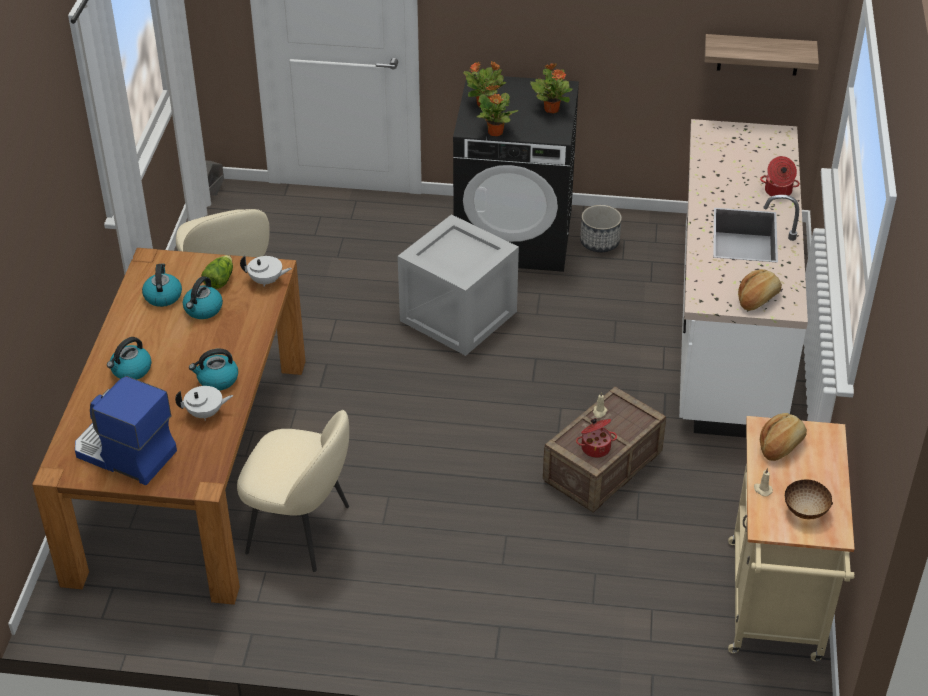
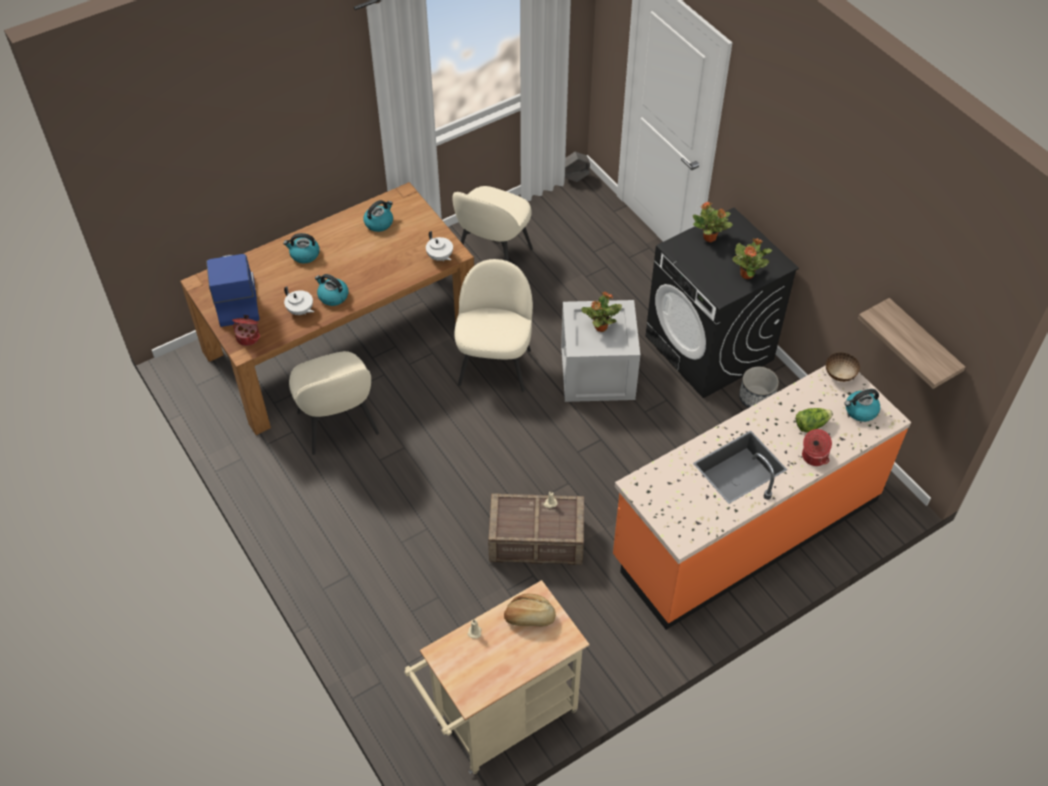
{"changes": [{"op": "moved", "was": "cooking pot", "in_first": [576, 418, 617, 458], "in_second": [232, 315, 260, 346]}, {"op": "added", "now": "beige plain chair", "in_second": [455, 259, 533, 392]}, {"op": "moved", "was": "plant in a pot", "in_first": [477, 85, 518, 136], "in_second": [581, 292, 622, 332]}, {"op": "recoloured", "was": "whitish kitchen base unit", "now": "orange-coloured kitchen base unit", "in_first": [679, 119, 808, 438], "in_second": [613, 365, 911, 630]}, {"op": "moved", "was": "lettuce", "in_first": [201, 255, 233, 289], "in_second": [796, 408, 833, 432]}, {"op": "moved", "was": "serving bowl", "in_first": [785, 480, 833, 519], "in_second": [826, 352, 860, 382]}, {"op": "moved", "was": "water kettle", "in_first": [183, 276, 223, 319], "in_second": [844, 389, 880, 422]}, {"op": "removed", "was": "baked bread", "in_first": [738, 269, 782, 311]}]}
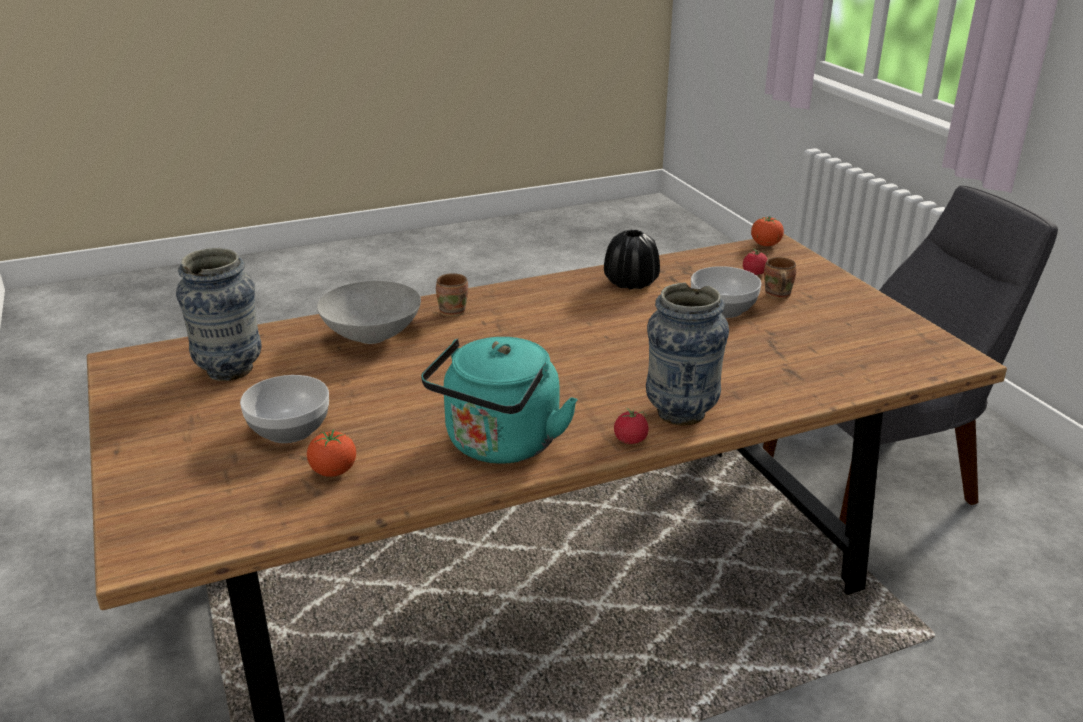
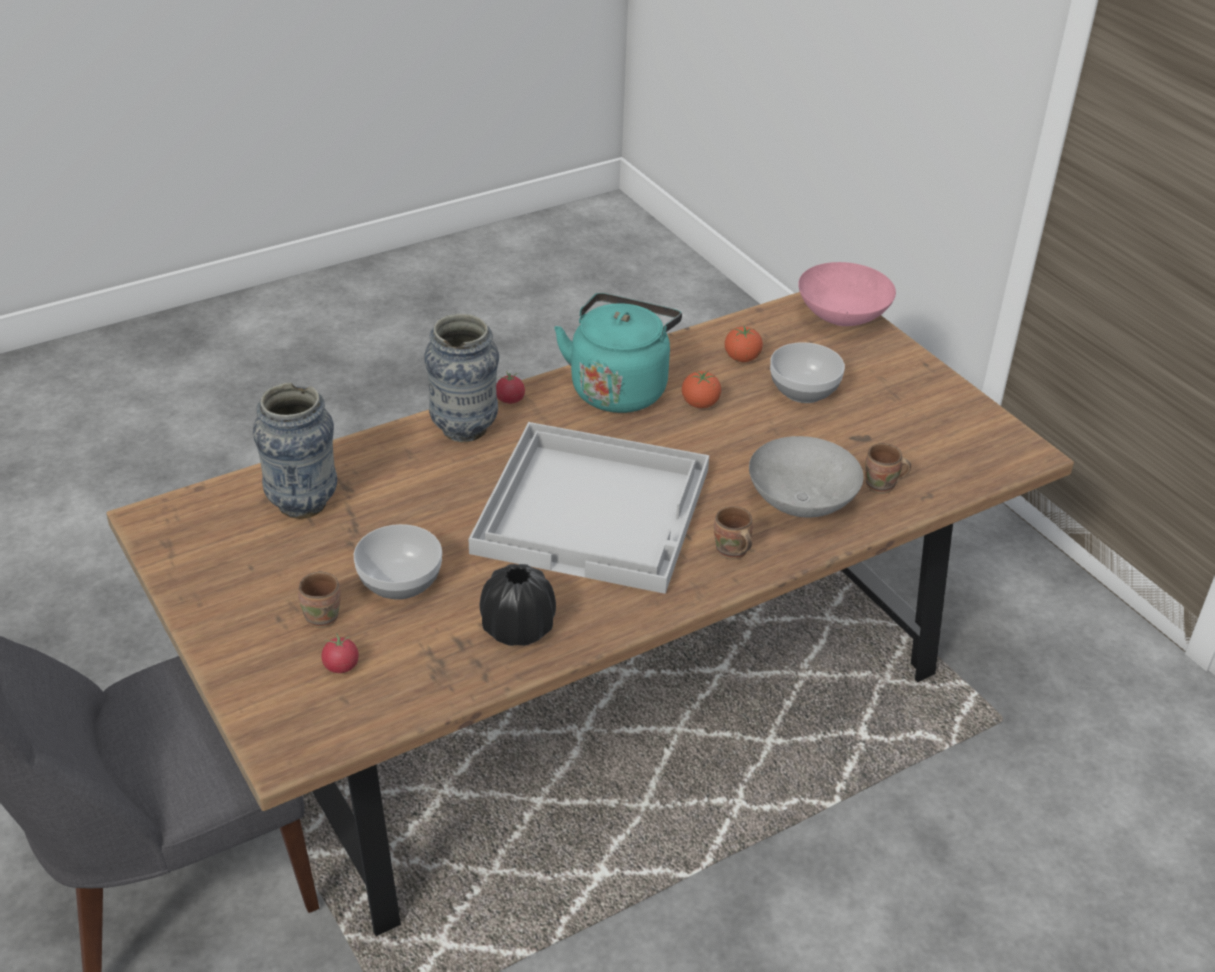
{"changes": [{"op": "moved", "was": "decorative vase", "in_first": [176, 248, 262, 381], "in_second": [253, 382, 337, 519]}, {"op": "added", "now": "whitish tray", "in_second": [469, 422, 710, 594]}, {"op": "moved", "was": "fresh tomato", "in_first": [751, 216, 784, 246], "in_second": [682, 371, 721, 408]}, {"op": "added", "now": "pink-coloured serving bowl", "in_second": [798, 262, 896, 326]}, {"op": "added", "now": "brownish coffee mug", "in_second": [865, 443, 911, 494]}]}
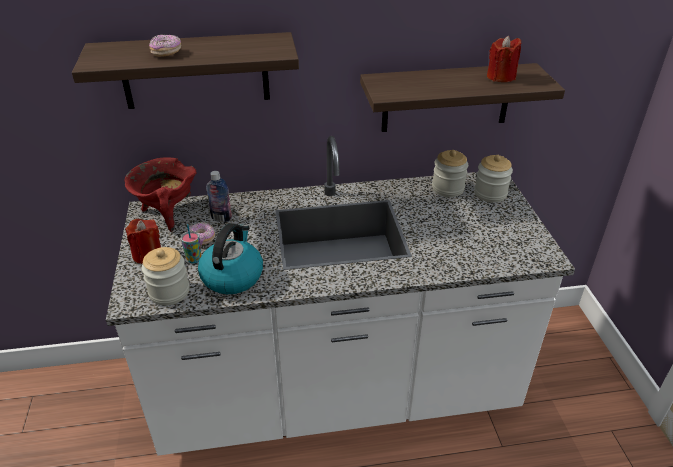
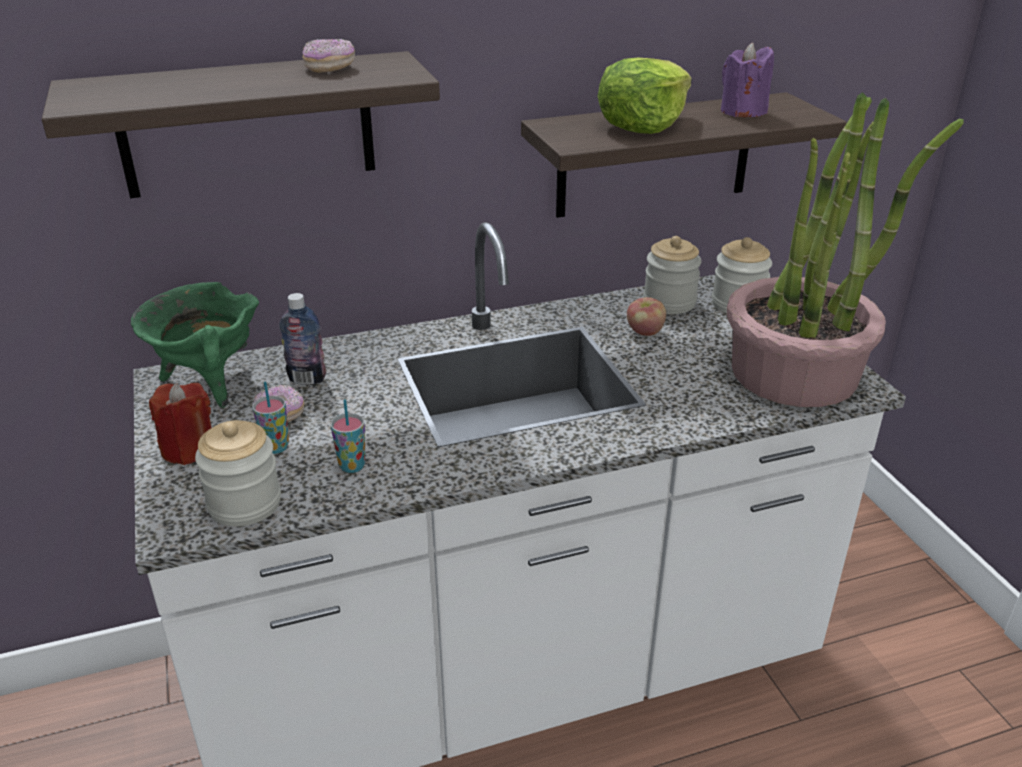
{"changes": [{"op": "recoloured", "was": "red cooking pot", "now": "green cooking pot", "in_first": [124, 157, 197, 231], "in_second": [131, 282, 259, 408]}, {"op": "moved", "was": "ring doughnut", "in_first": [149, 35, 181, 57], "in_second": [302, 39, 355, 73]}, {"op": "replaced", "was": "water kettle", "now": "drinking cup", "in_first": [198, 223, 263, 294], "in_second": [331, 399, 366, 473]}, {"op": "added", "now": "lettuce", "in_second": [597, 58, 692, 134]}, {"op": "added", "now": "apple fruit", "in_second": [627, 297, 666, 336]}, {"op": "recoloured", "was": "red wax candle", "now": "purple-coloured wax candle", "in_first": [487, 35, 521, 82], "in_second": [721, 42, 774, 117]}, {"op": "added", "now": "plant in a pot", "in_second": [727, 92, 964, 407]}]}
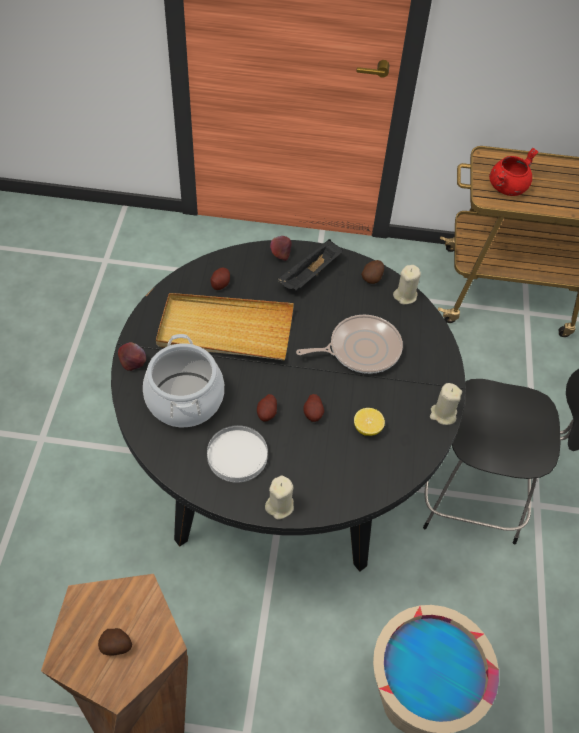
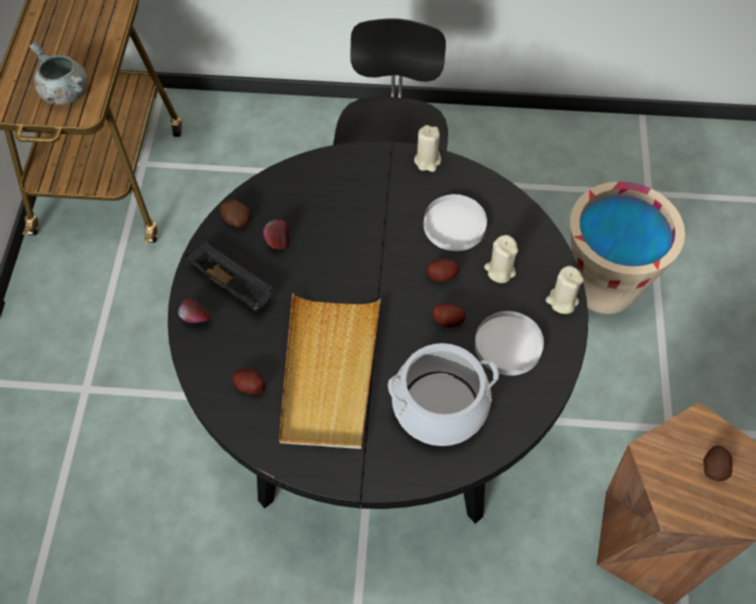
{"changes": [{"op": "recoloured", "was": "red cooking pot", "now": "gray cooking pot", "in_first": [489, 148, 538, 196], "in_second": [29, 42, 88, 105]}, {"op": "moved", "was": "apple fruit", "in_first": [118, 342, 146, 371], "in_second": [263, 219, 289, 249]}, {"op": "replaced", "was": "whole lemon", "now": "whitish plate", "in_first": [354, 408, 385, 436], "in_second": [424, 194, 487, 251]}, {"op": "moved", "was": "beige wax candle", "in_first": [393, 265, 421, 304], "in_second": [484, 235, 518, 283]}, {"op": "removed", "was": "pan", "in_first": [296, 315, 403, 374]}]}
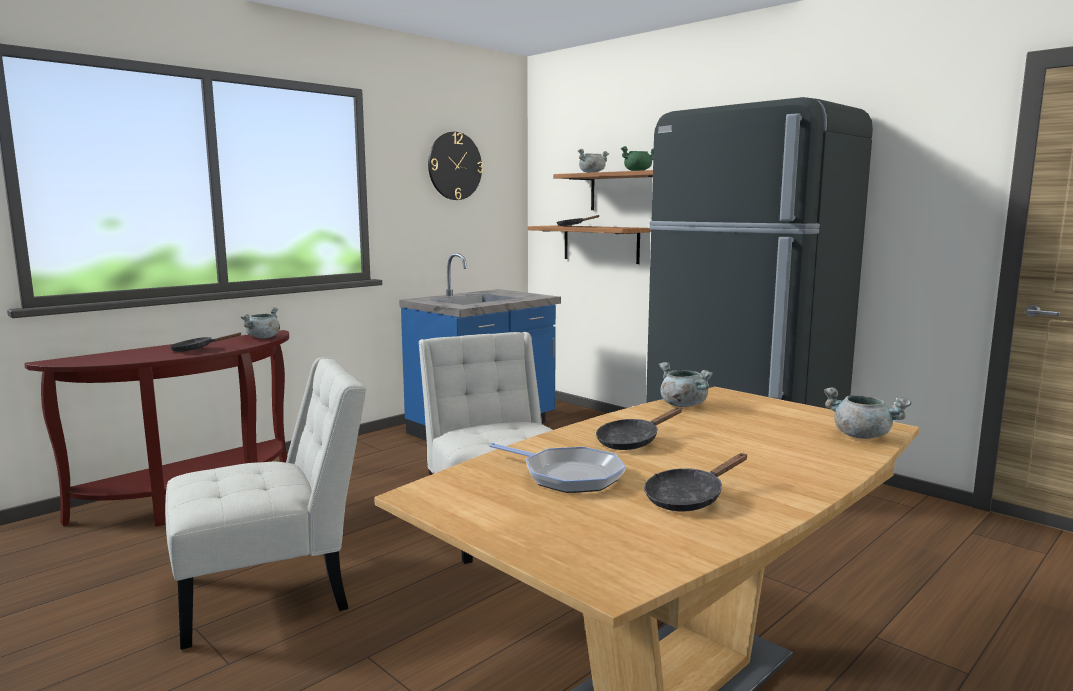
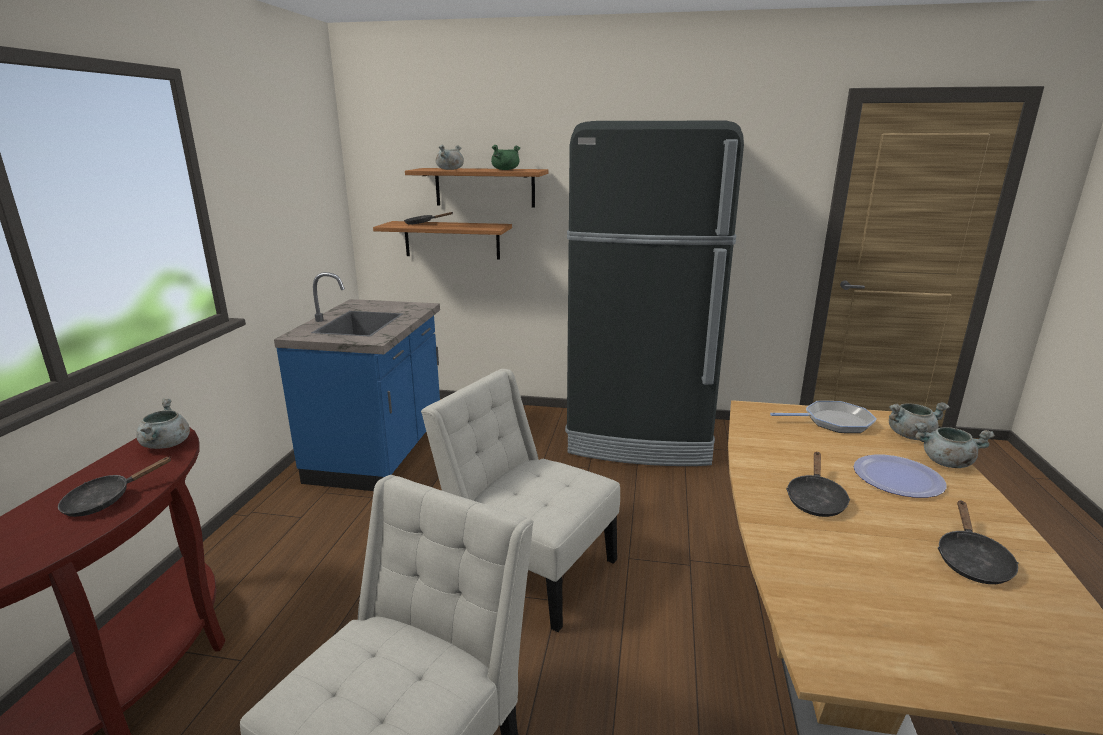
{"changes": [{"op": "moved", "was": "pan", "in_first": [489, 443, 626, 493], "in_second": [770, 401, 876, 433]}, {"op": "added", "now": "plate", "in_second": [854, 455, 946, 498]}, {"op": "moved", "was": "gray cooking pot", "in_first": [659, 362, 713, 407], "in_second": [914, 423, 995, 468]}, {"op": "removed", "was": "hanging clock", "in_first": [428, 132, 483, 200]}]}
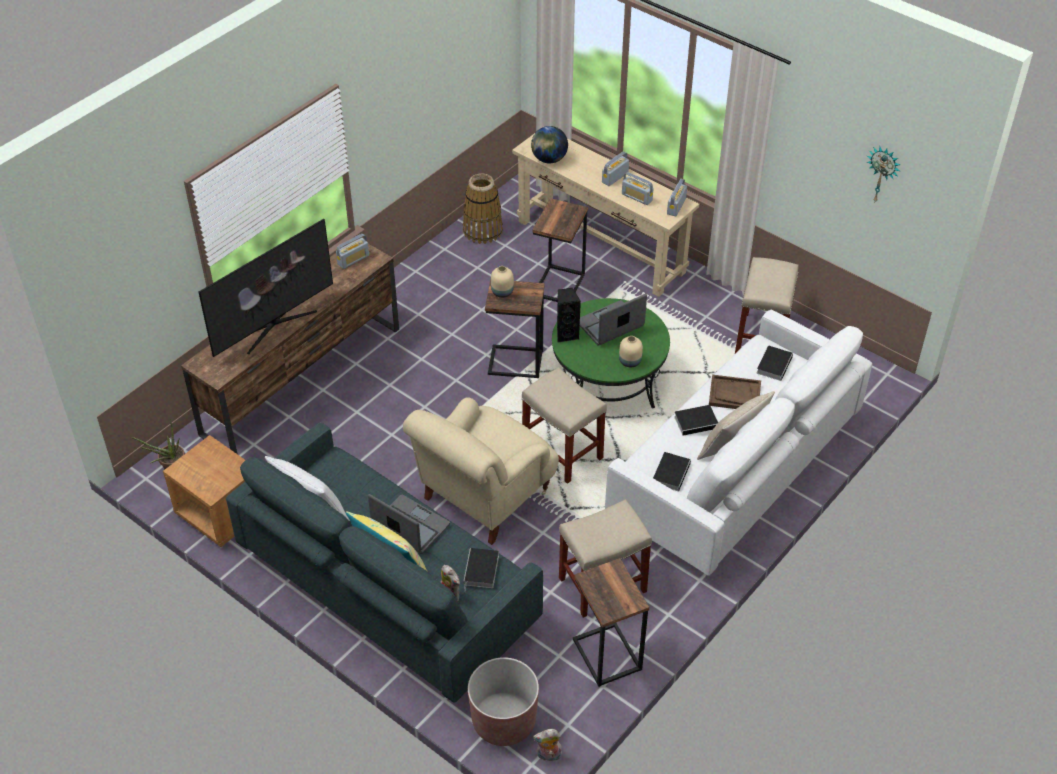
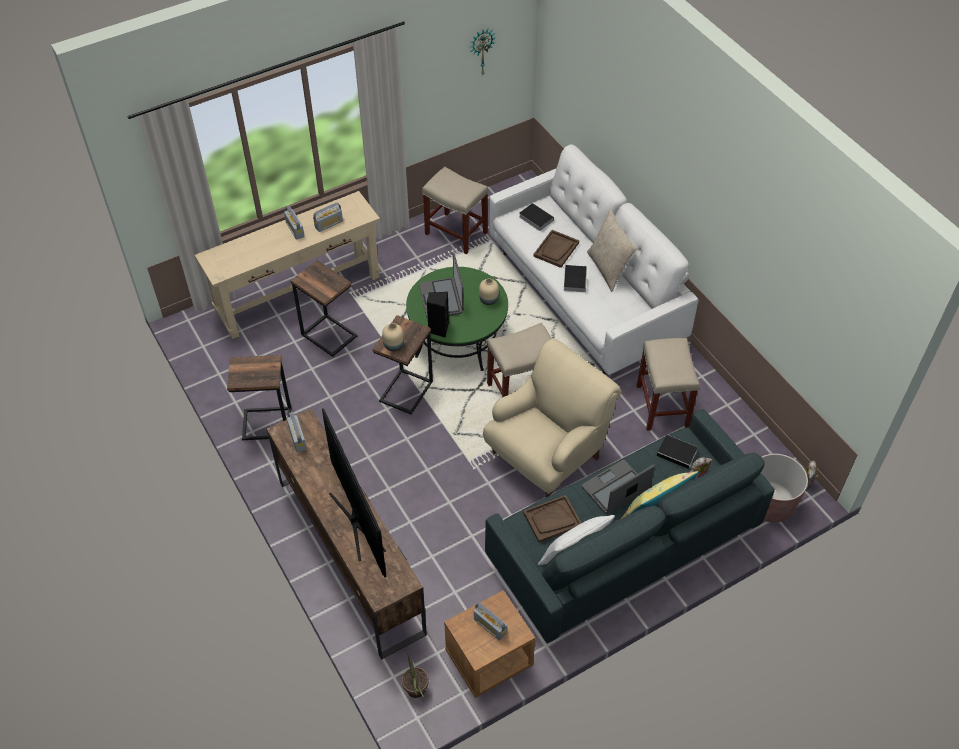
{"changes": [{"op": "moved", "was": "accent table", "in_first": [573, 558, 649, 687], "in_second": [227, 355, 292, 440]}, {"op": "moved", "was": "radio", "in_first": [667, 179, 687, 217], "in_second": [474, 603, 507, 641]}, {"op": "turned", "was": "beige armchair", "in_first": [403, 397, 559, 545], "in_second": [483, 338, 621, 497], "clockwise": -105}, {"op": "added", "now": "brownish tray", "in_second": [523, 495, 581, 543]}, {"op": "removed", "was": "household basket", "in_first": [463, 173, 503, 244]}, {"op": "removed", "was": "desk globe", "in_first": [531, 126, 568, 163]}, {"op": "removed", "was": "volume", "in_first": [653, 452, 691, 492]}]}
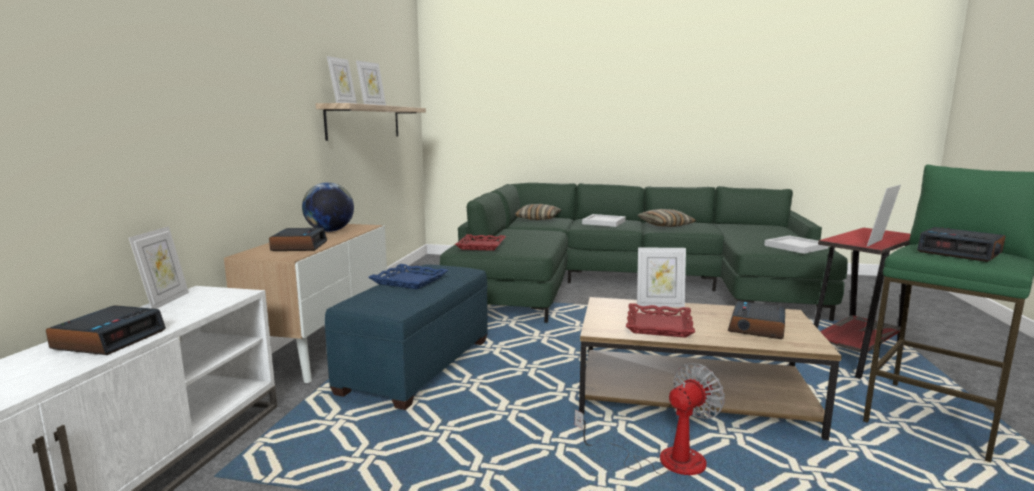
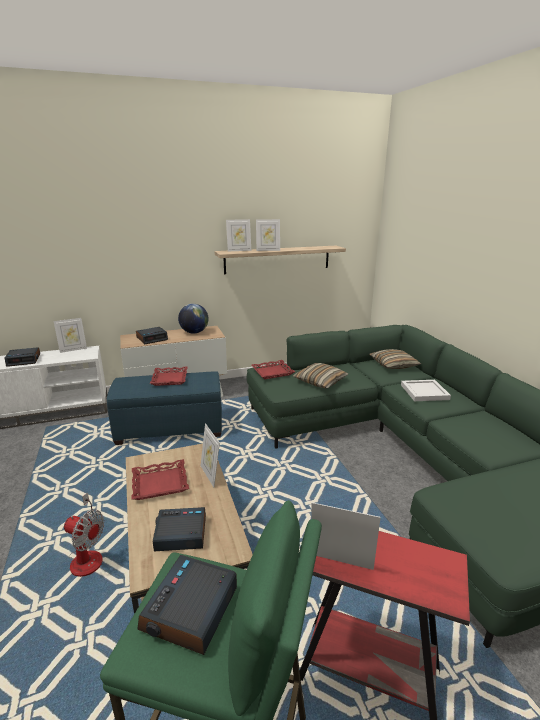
{"changes": [{"op": "recoloured", "was": "blue-coloured tray", "now": "red tray", "in_first": [368, 264, 448, 289], "in_second": [150, 367, 188, 386]}, {"op": "moved", "was": "pillow", "in_first": [637, 209, 697, 227], "in_second": [293, 363, 349, 388]}, {"op": "removed", "was": "whitish tray", "in_first": [764, 236, 828, 254]}]}
